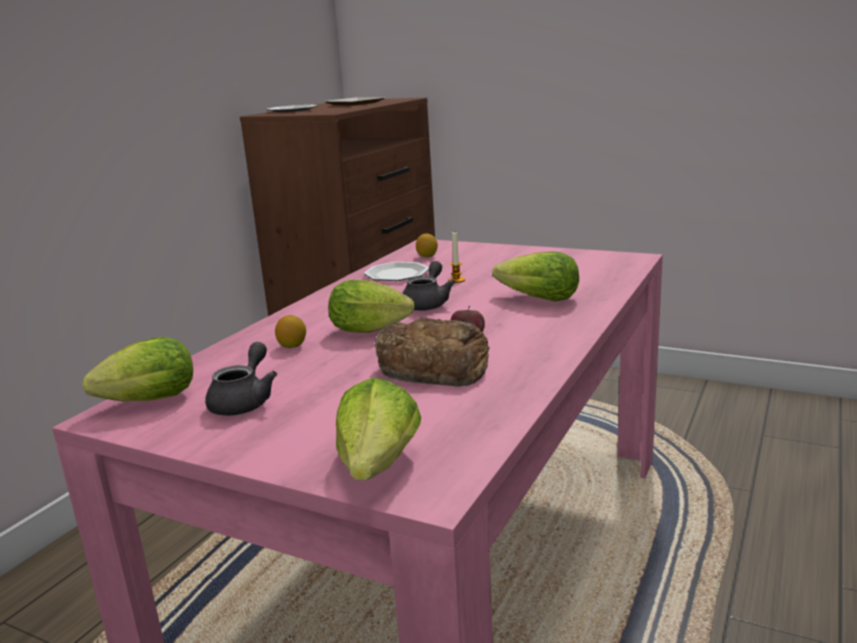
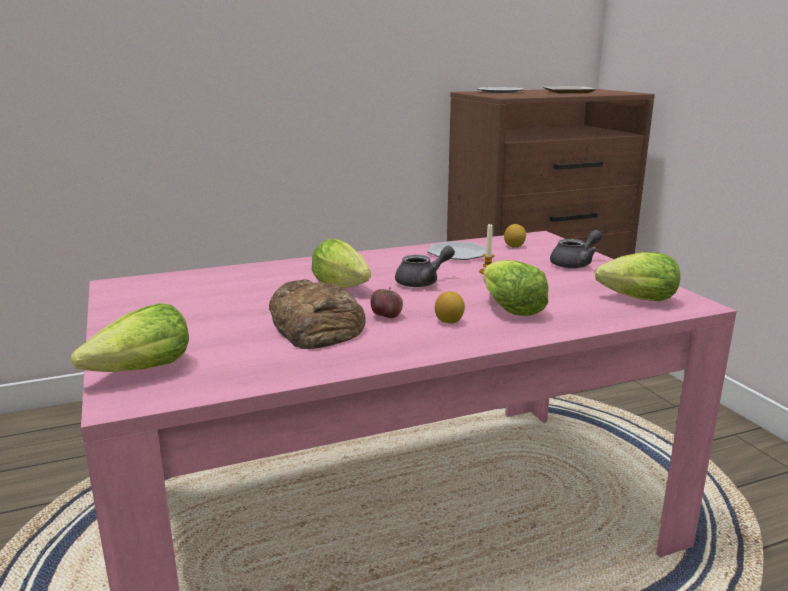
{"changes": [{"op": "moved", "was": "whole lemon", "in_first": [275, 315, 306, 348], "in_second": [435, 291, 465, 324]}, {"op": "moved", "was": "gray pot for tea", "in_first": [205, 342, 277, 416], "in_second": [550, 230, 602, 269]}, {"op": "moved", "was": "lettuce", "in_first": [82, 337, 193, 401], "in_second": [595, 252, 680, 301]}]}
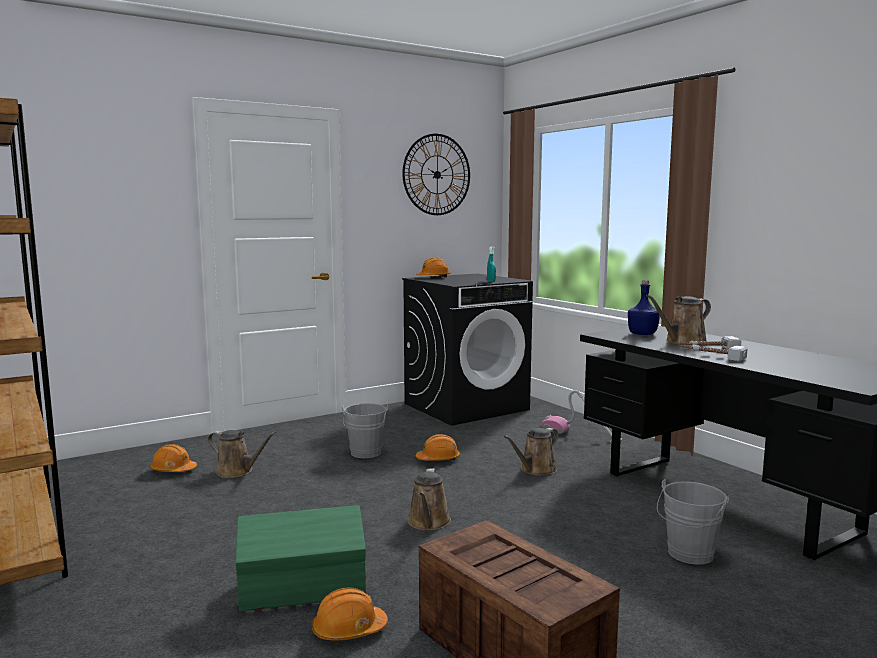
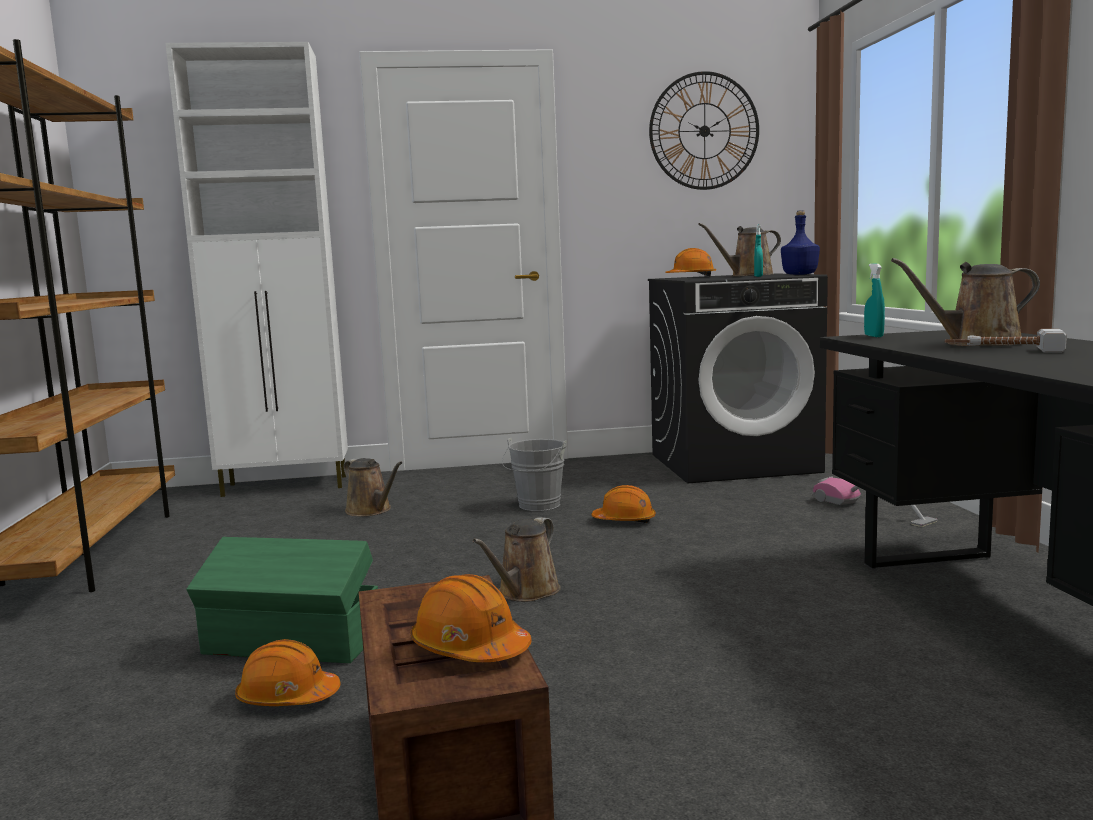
{"changes": [{"op": "added", "now": "whitish cupboard", "in_second": [166, 42, 348, 497]}, {"op": "moved", "was": "orange-coloured safety helmet", "in_first": [150, 444, 197, 472], "in_second": [411, 574, 531, 662]}, {"op": "moved", "was": "brownish sprinkling can", "in_first": [504, 428, 559, 476], "in_second": [698, 223, 781, 277]}, {"op": "moved", "was": "blue-coloured beverage bottle", "in_first": [628, 280, 660, 335], "in_second": [781, 210, 820, 275]}, {"op": "added", "now": "turquoise spray bottle", "in_second": [864, 263, 885, 337]}, {"op": "removed", "was": "gray pail", "in_first": [657, 479, 730, 565]}, {"op": "removed", "was": "hammer", "in_first": [680, 345, 747, 361]}]}
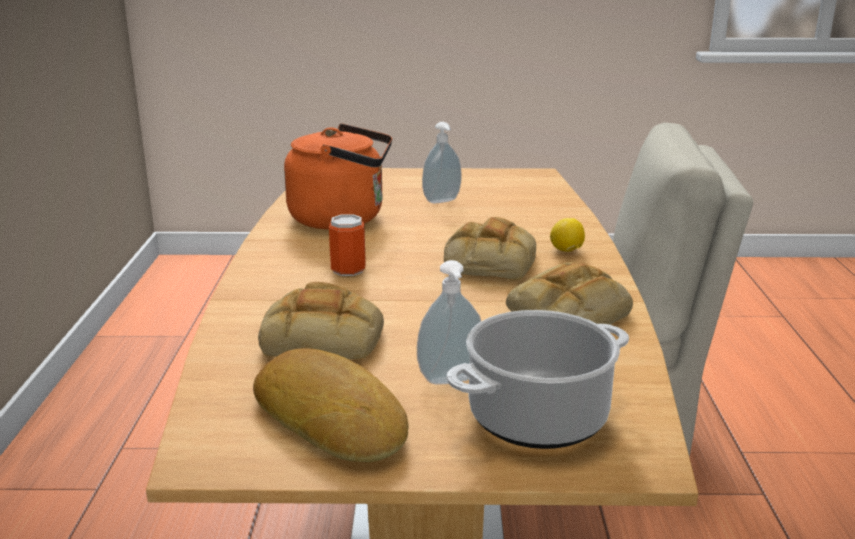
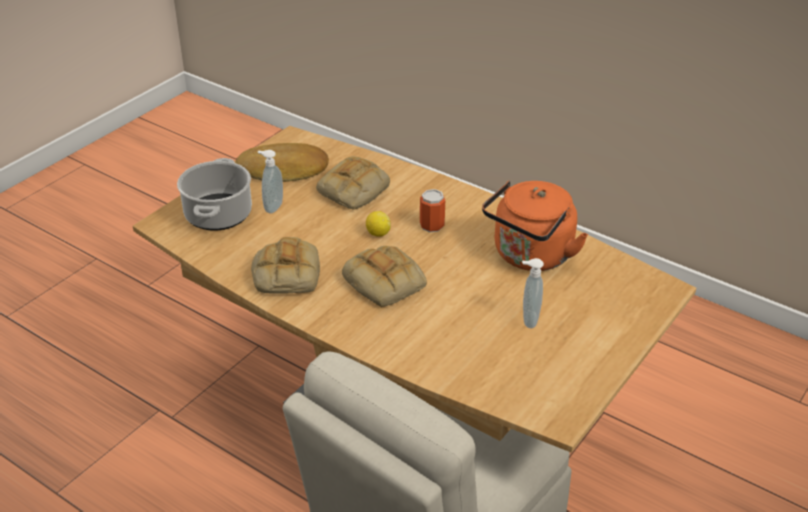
{"changes": [{"op": "moved", "was": "whole lemon", "in_first": [550, 218, 585, 252], "in_second": [366, 211, 391, 237]}]}
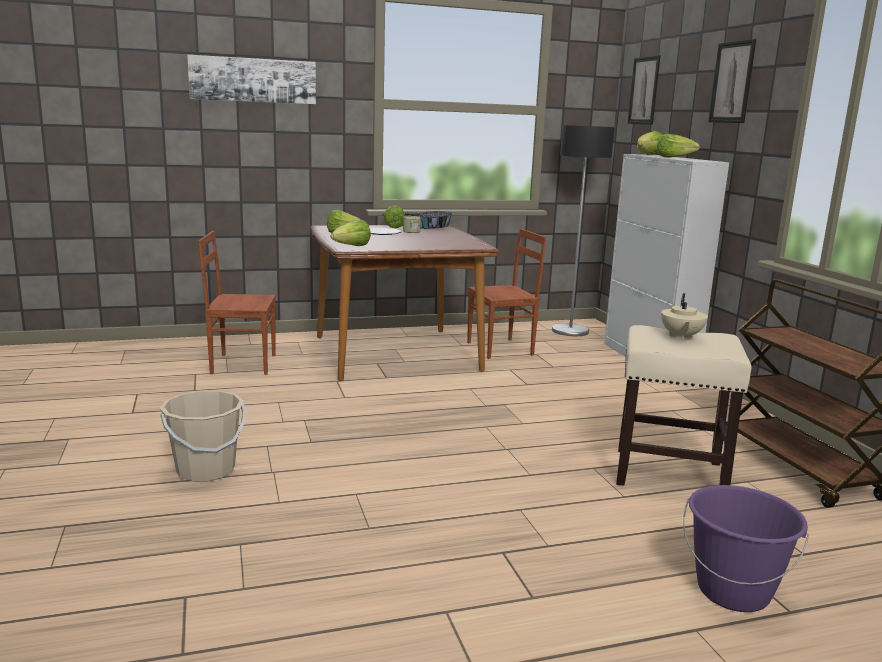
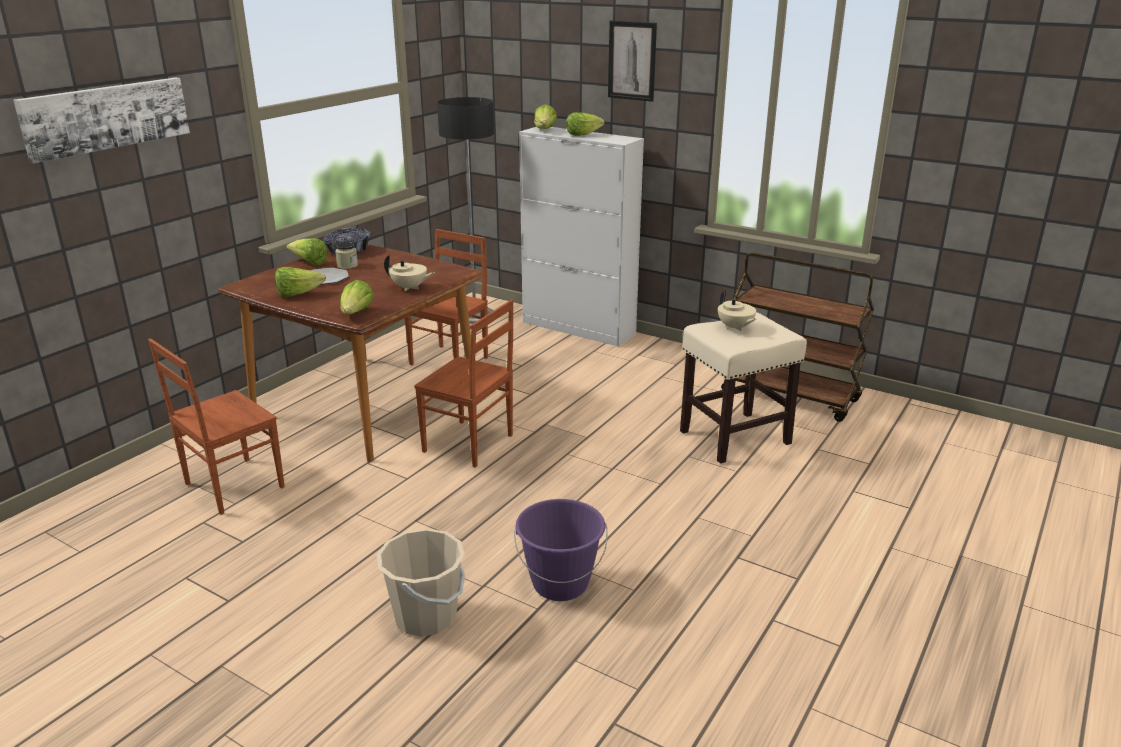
{"changes": [{"op": "added", "now": "beige pot for tea", "in_second": [384, 255, 435, 291]}, {"op": "added", "now": "brownish plain chair", "in_second": [414, 299, 513, 468]}, {"op": "moved", "was": "purple-coloured pail", "in_first": [683, 485, 809, 612], "in_second": [514, 499, 608, 601]}, {"op": "removed", "was": "wall art", "in_first": [627, 55, 661, 125]}]}
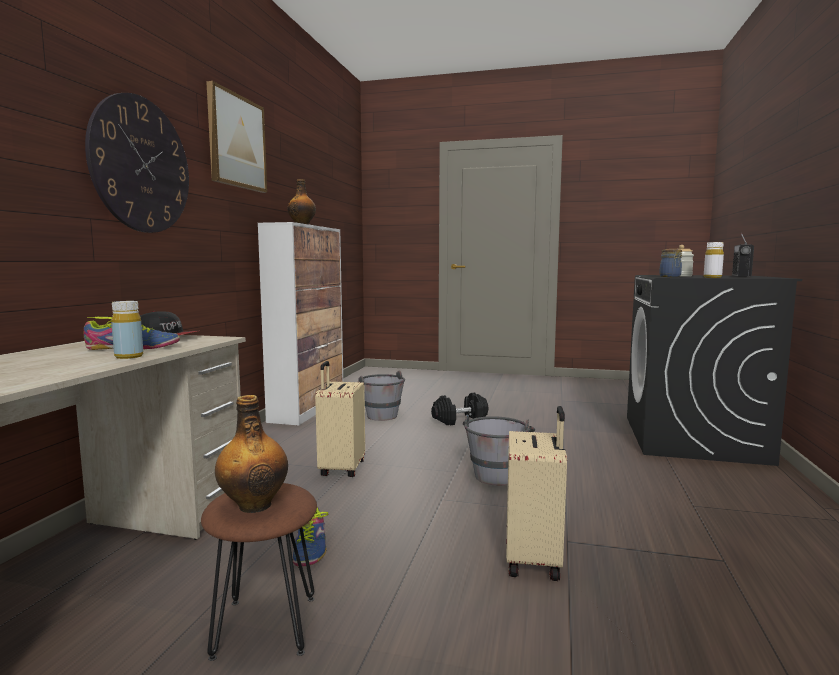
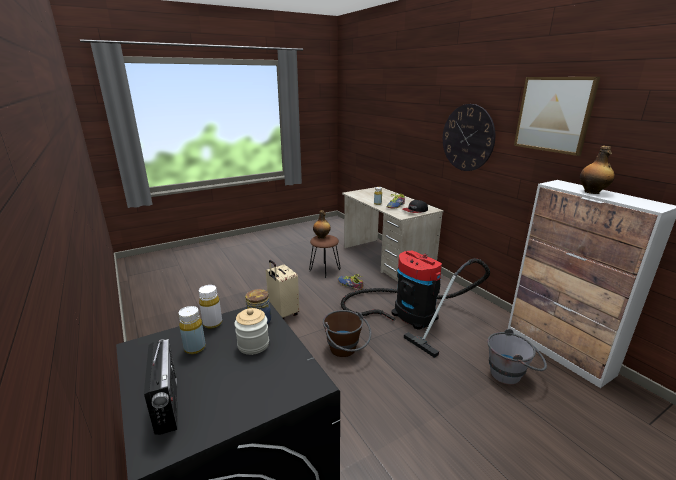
{"changes": [{"op": "added", "now": "yellowish beverage bottle", "in_second": [178, 306, 206, 354]}, {"op": "recoloured", "was": "gray pail", "now": "brownish pail", "in_first": [463, 415, 535, 486], "in_second": [323, 310, 371, 357]}, {"op": "replaced", "was": "beige piece of luggage", "now": "hoover", "in_first": [315, 361, 365, 477], "in_second": [341, 251, 490, 358]}, {"op": "removed", "was": "blackish free weight", "in_first": [431, 392, 489, 425]}]}
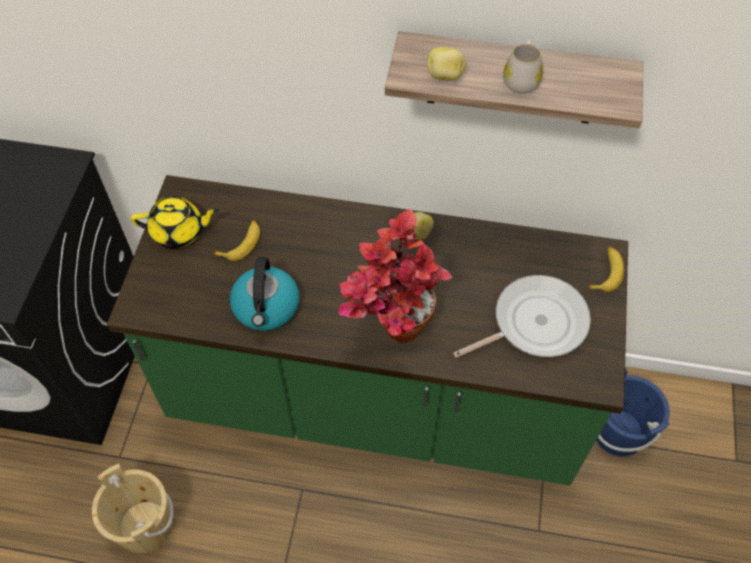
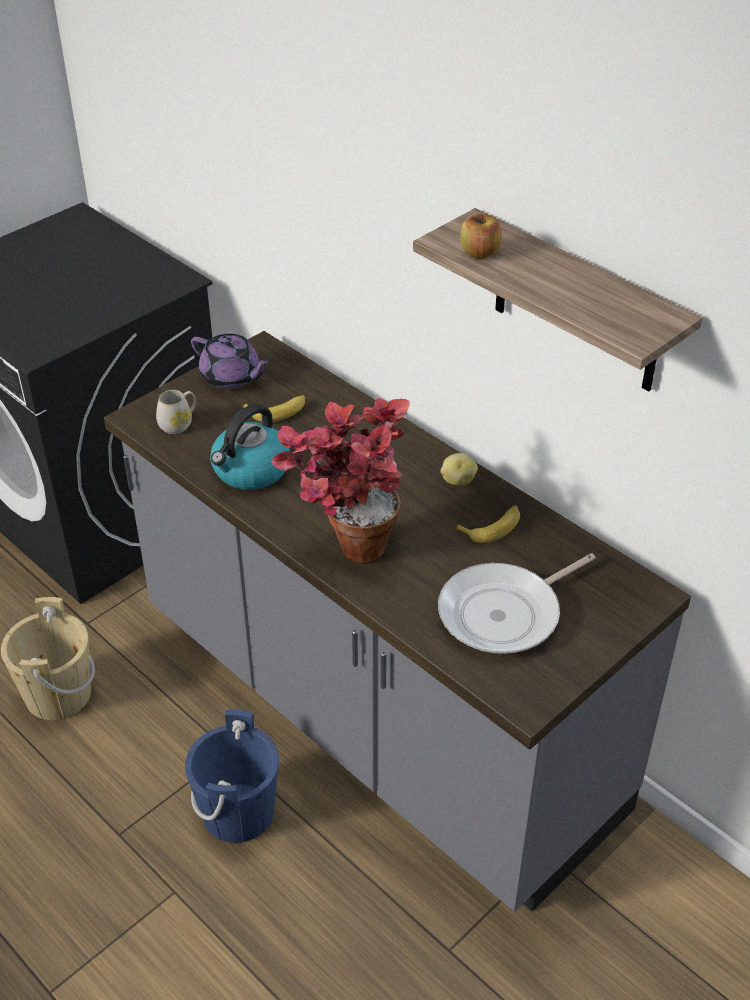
{"changes": [{"op": "recoloured", "was": "green kitchen base unit", "now": "gray kitchen base unit", "in_first": [107, 175, 628, 486], "in_second": [104, 331, 691, 912]}, {"op": "moved", "was": "whitish coffee mug", "in_first": [503, 40, 543, 94], "in_second": [156, 390, 196, 434]}, {"op": "moved", "was": "blue-coloured pail", "in_first": [596, 368, 670, 457], "in_second": [185, 710, 279, 843]}, {"op": "recoloured", "was": "yellowish pot for tea", "now": "purple-coloured pot for tea", "in_first": [131, 196, 218, 249], "in_second": [191, 333, 271, 389]}, {"op": "turned", "was": "pan", "in_first": [453, 275, 591, 358], "in_second": [438, 553, 596, 654], "clockwise": 135}, {"op": "moved", "was": "banana", "in_first": [588, 247, 624, 292], "in_second": [454, 505, 520, 543]}, {"op": "replaced", "was": "whole potato", "now": "apple fruit", "in_first": [427, 47, 466, 80], "in_second": [460, 214, 502, 259]}]}
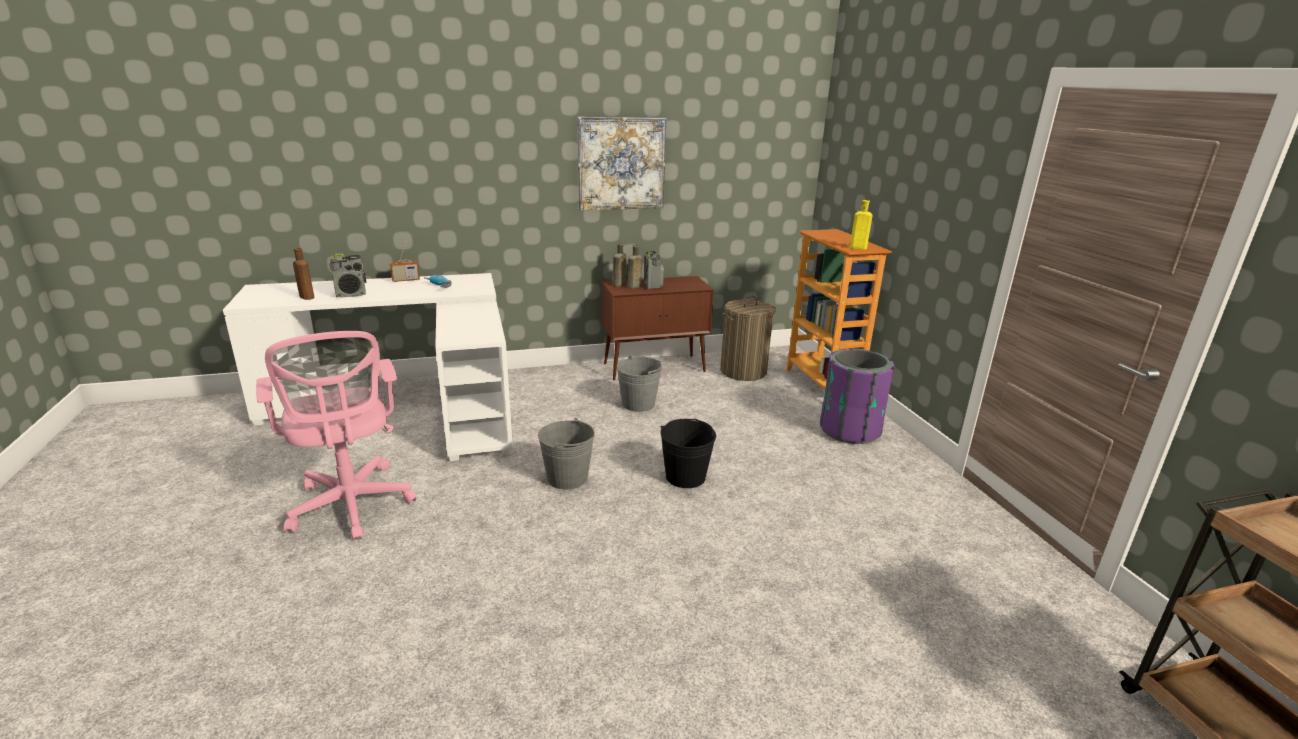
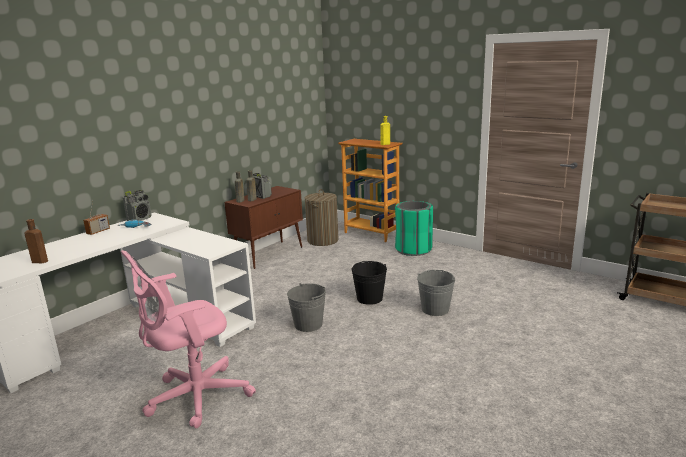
{"changes": [{"op": "turned", "was": "pink-coloured desk chair", "in_first": [256, 331, 417, 540], "in_second": [121, 250, 256, 428], "clockwise": 120}, {"op": "moved", "was": "radio", "in_first": [329, 253, 366, 298], "in_second": [123, 190, 151, 221]}, {"op": "recoloured", "was": "purple-coloured waste bin", "now": "green waste bin", "in_first": [820, 348, 894, 444], "in_second": [395, 201, 433, 256]}, {"op": "moved", "was": "gray pail", "in_first": [617, 356, 662, 412], "in_second": [417, 270, 455, 316]}, {"op": "removed", "was": "wall art", "in_first": [577, 117, 666, 210]}]}
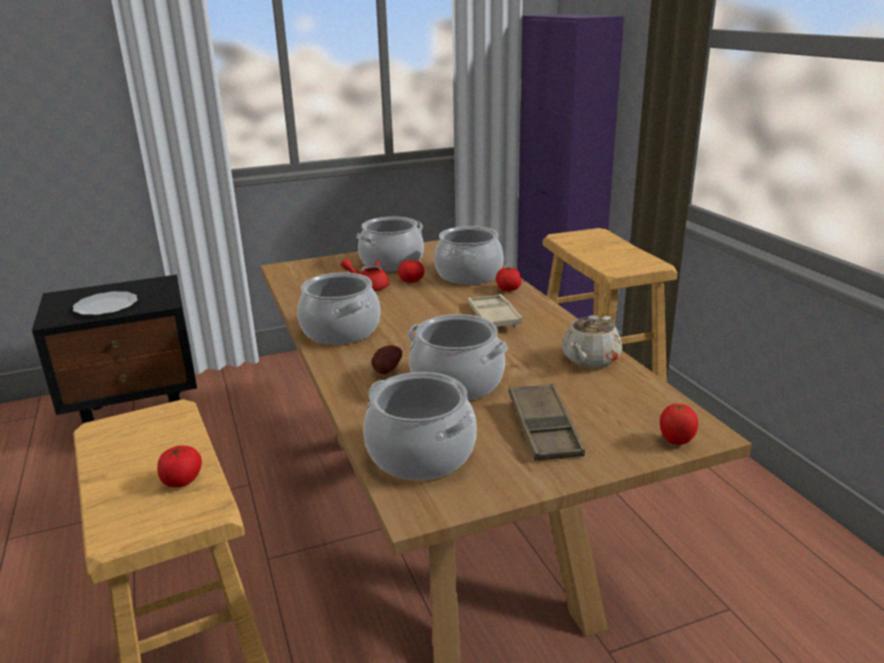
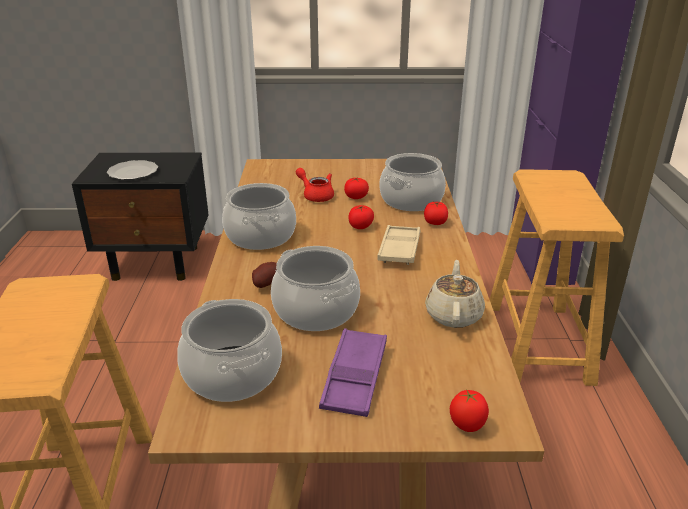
{"changes": [{"op": "recoloured", "was": "brownish tray", "now": "purple-coloured tray", "in_first": [509, 384, 585, 461], "in_second": [319, 328, 387, 417]}, {"op": "moved", "was": "fresh tomato", "in_first": [157, 445, 202, 487], "in_second": [349, 205, 374, 229]}, {"op": "turned", "was": "beige pot for tea", "in_first": [562, 315, 622, 368], "in_second": [425, 260, 485, 328], "clockwise": 135}, {"op": "removed", "was": "cooking pot", "in_first": [356, 217, 424, 271]}]}
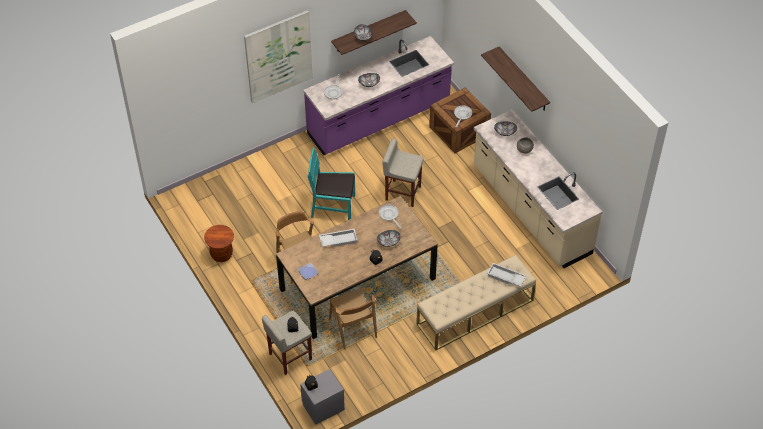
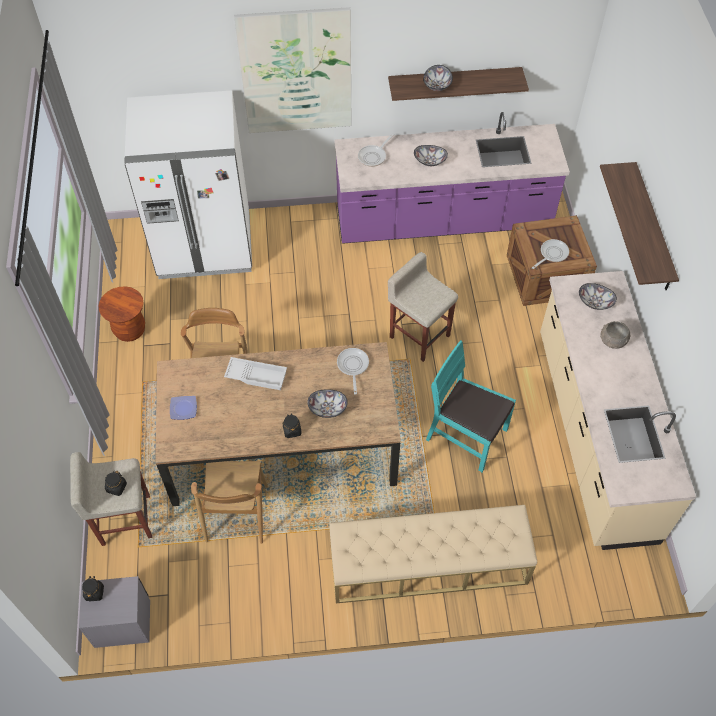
{"changes": [{"op": "added", "now": "whitish fridge", "in_second": [124, 90, 252, 279]}, {"op": "moved", "was": "turquoise plain chair", "in_first": [308, 147, 355, 220], "in_second": [426, 340, 516, 473]}, {"op": "removed", "was": "whitish tray", "in_first": [487, 263, 526, 287]}]}
